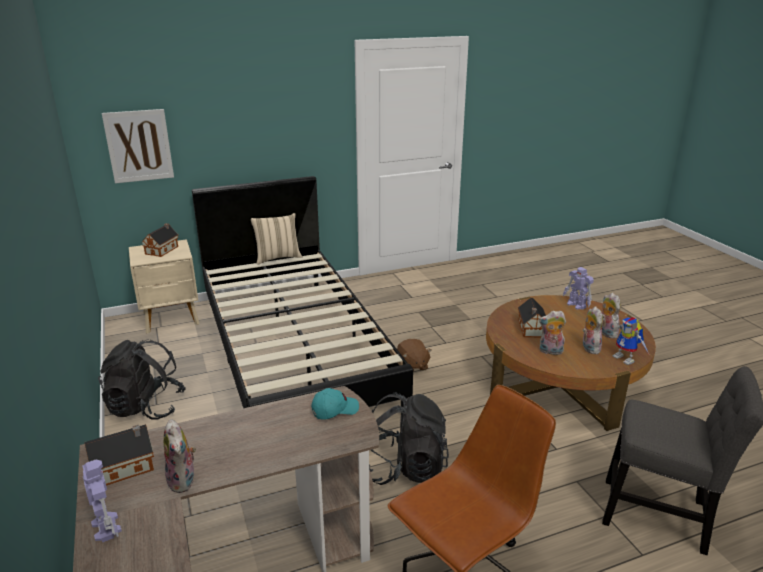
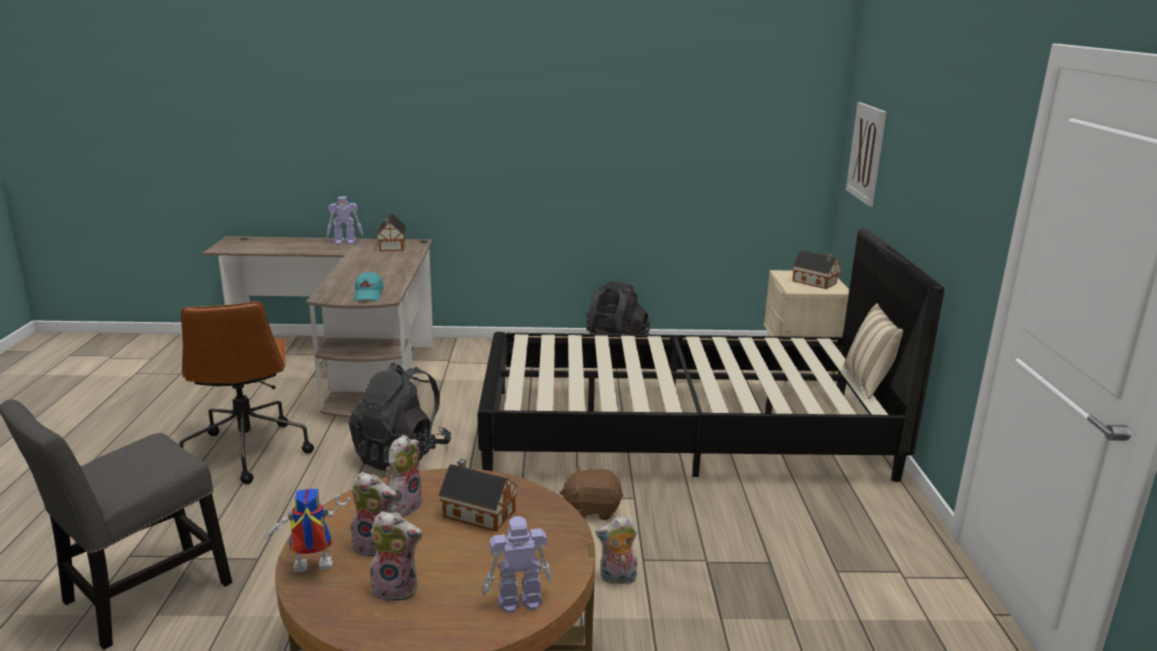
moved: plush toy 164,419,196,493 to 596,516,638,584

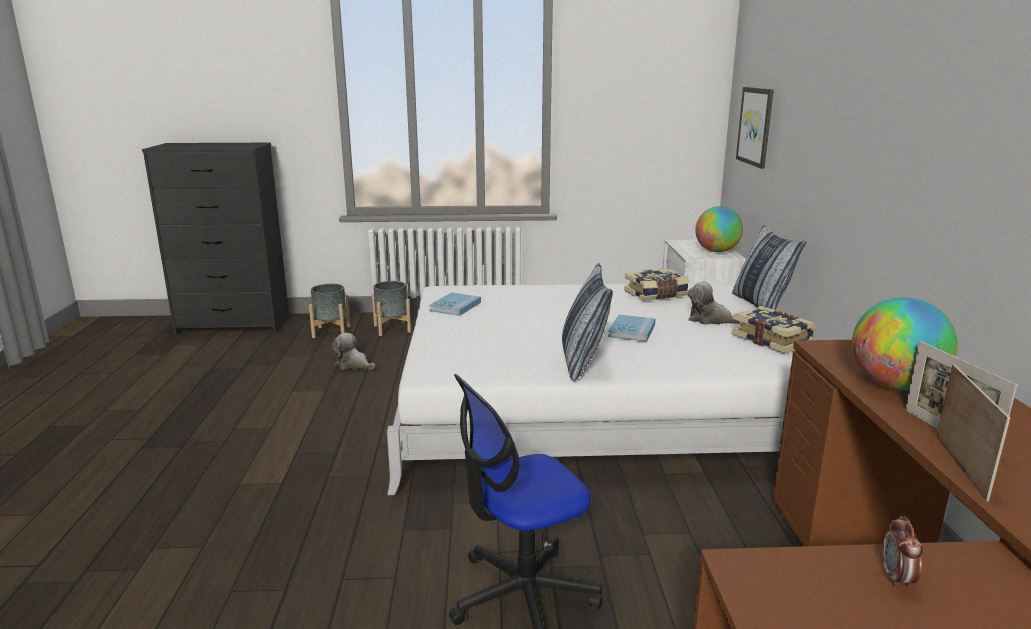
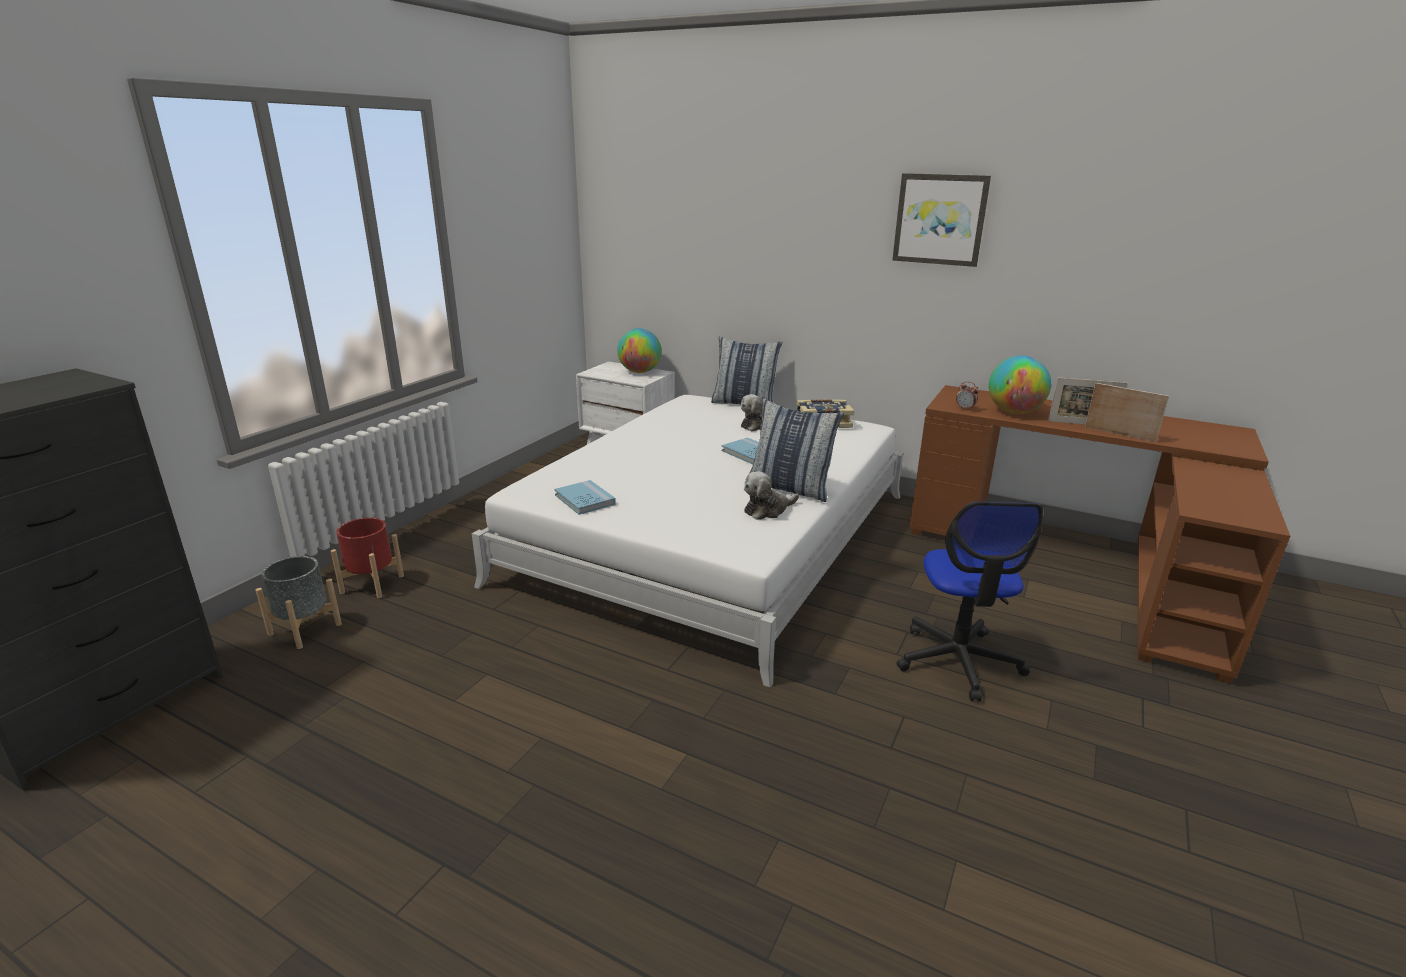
removed: book 624,268,690,301
moved: plush toy 332,333,375,370 to 744,471,799,520; picture 736,87,774,169 to 893,173,991,267; alarm clock 882,516,923,589 to 956,381,979,411
recoloured: grey planter 372,281,411,336 to red planter 331,517,404,598

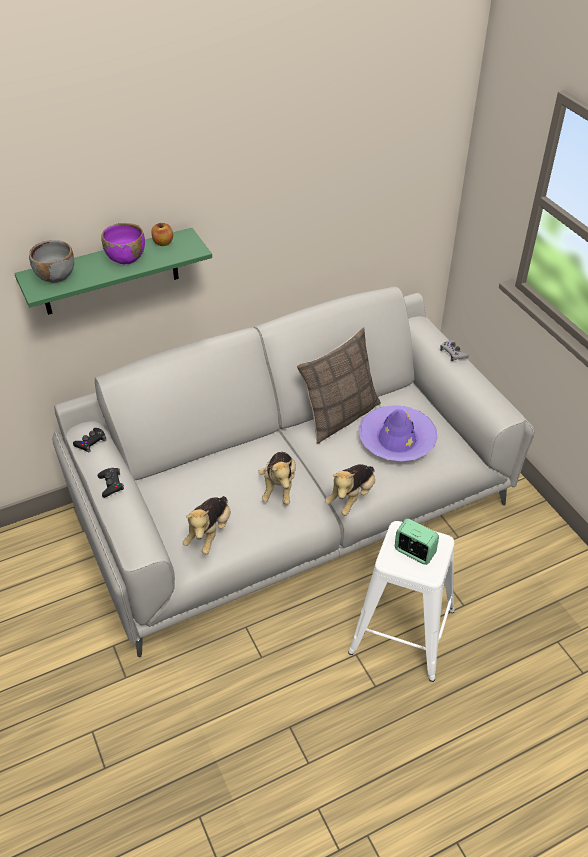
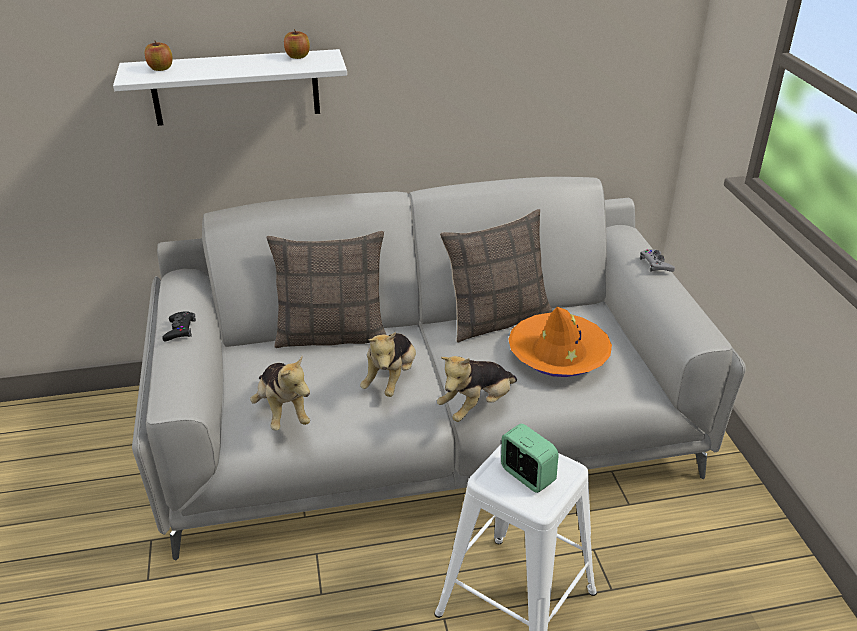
removed: black game controller 73,428,106,452; purple bowl 101,223,145,264
added: pillow 266,231,387,348
replaced: grey bowl 29,240,74,283 to apple 145,40,173,71
recoloured: green shelf 14,228,212,315 to white shelf 113,49,347,126; purple hat 359,405,438,461 to orange hat 508,307,612,377
turned: plush toy 183,496,231,555 = 250,356,310,431 60 degrees counterclockwise

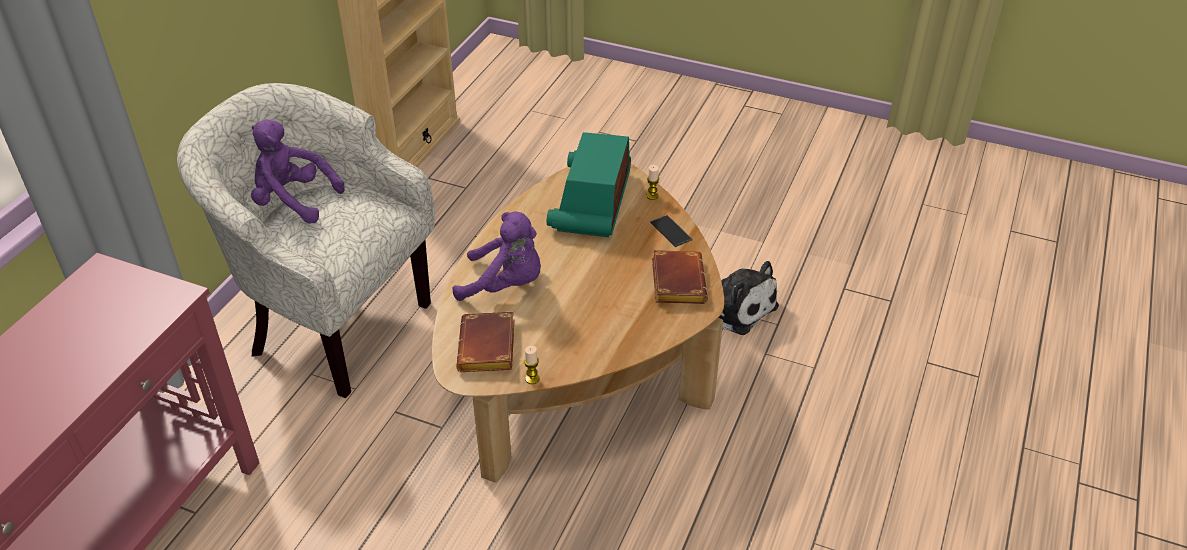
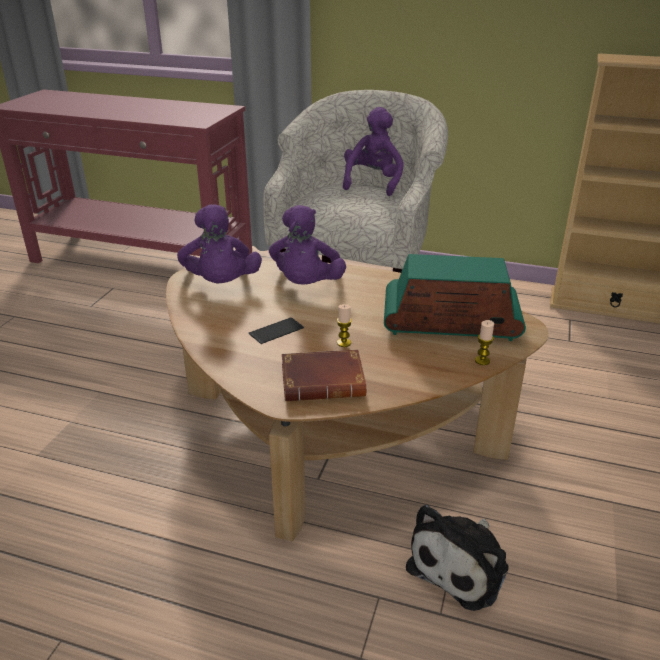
moved: phone 650,215,693,247 to 249,317,304,344; candle 524,346,539,384 to 337,304,352,347
replaced: brown book 456,312,514,372 to purple plush toy 177,204,262,283

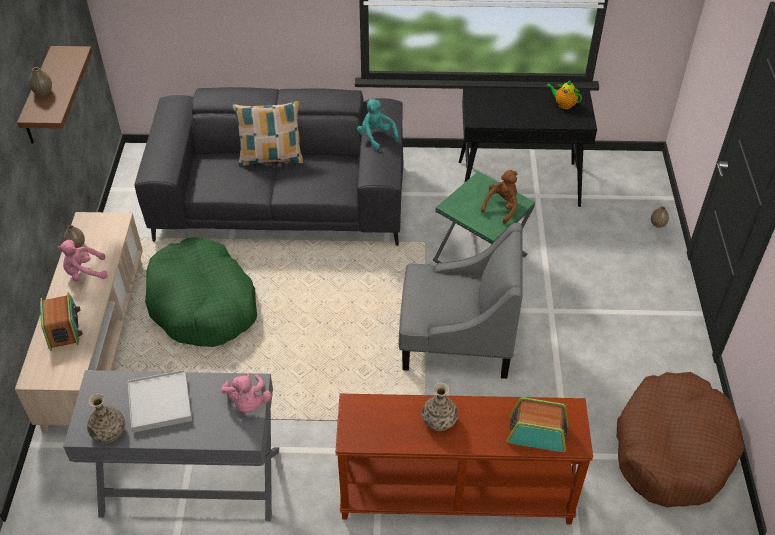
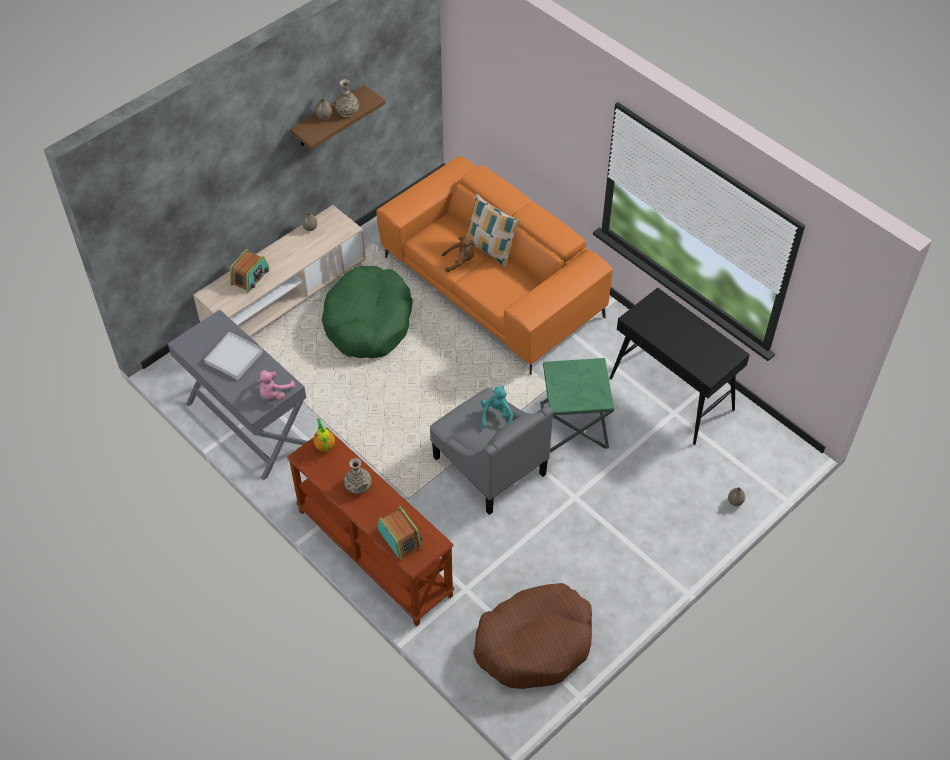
removed: pink plush toy 57,240,108,282
moved: teapot 546,80,582,109 to 313,418,335,452; vase 87,394,125,443 to 335,79,359,117; brown plush toy 481,170,518,224 to 442,236,474,272; turquoise plush toy 357,99,399,150 to 481,385,513,428
recoloured: grey sofa 134,87,404,246 to orange sofa 376,156,613,375

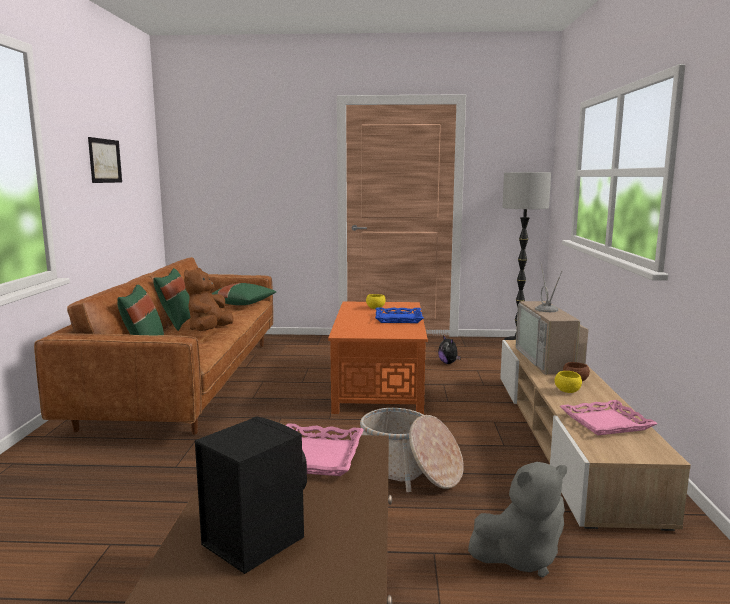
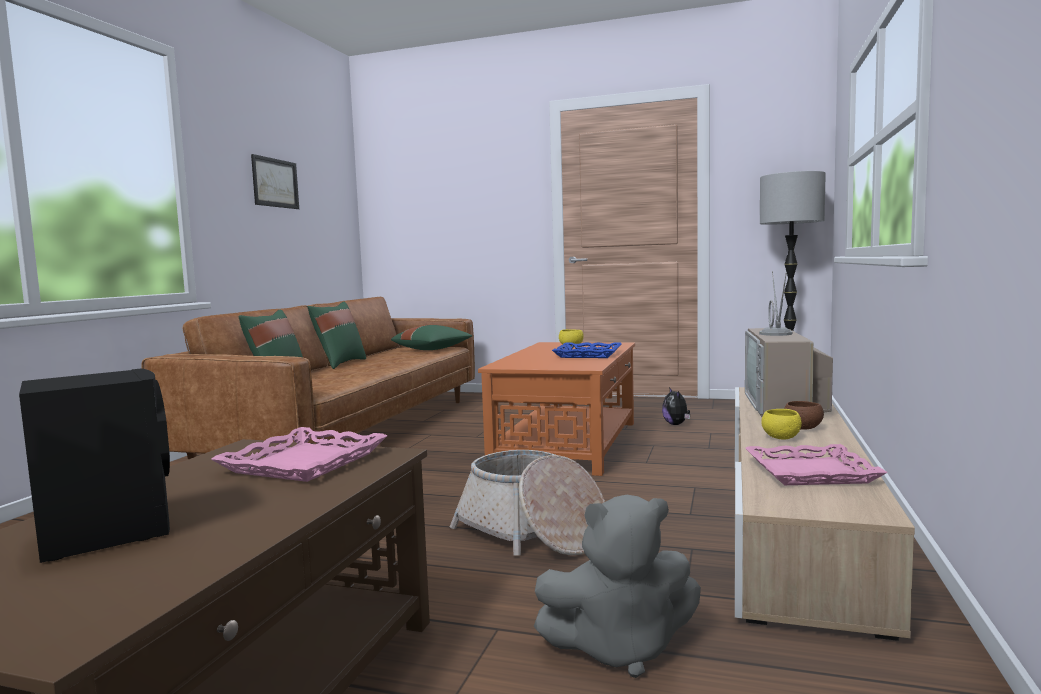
removed: brown plush toy 184,268,234,331

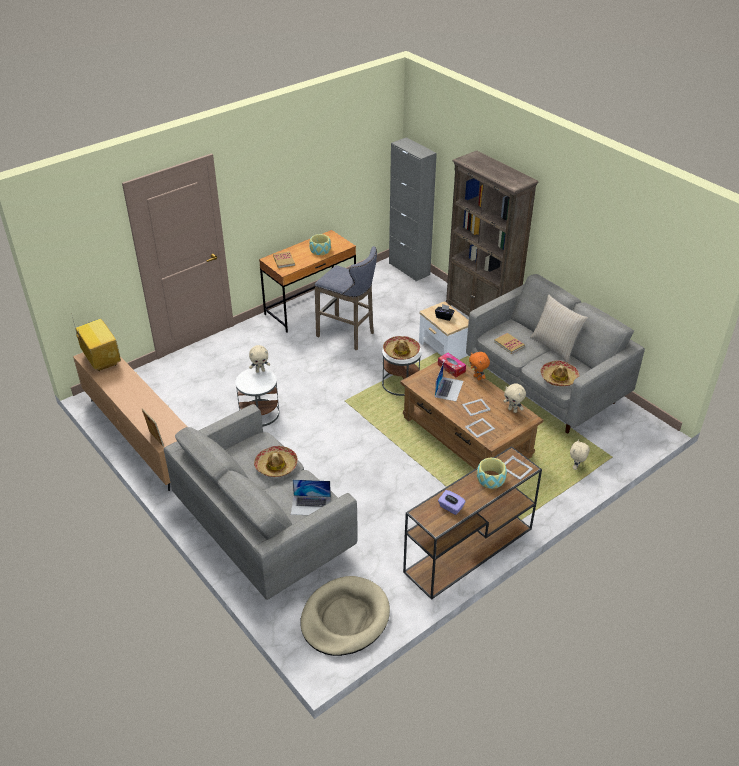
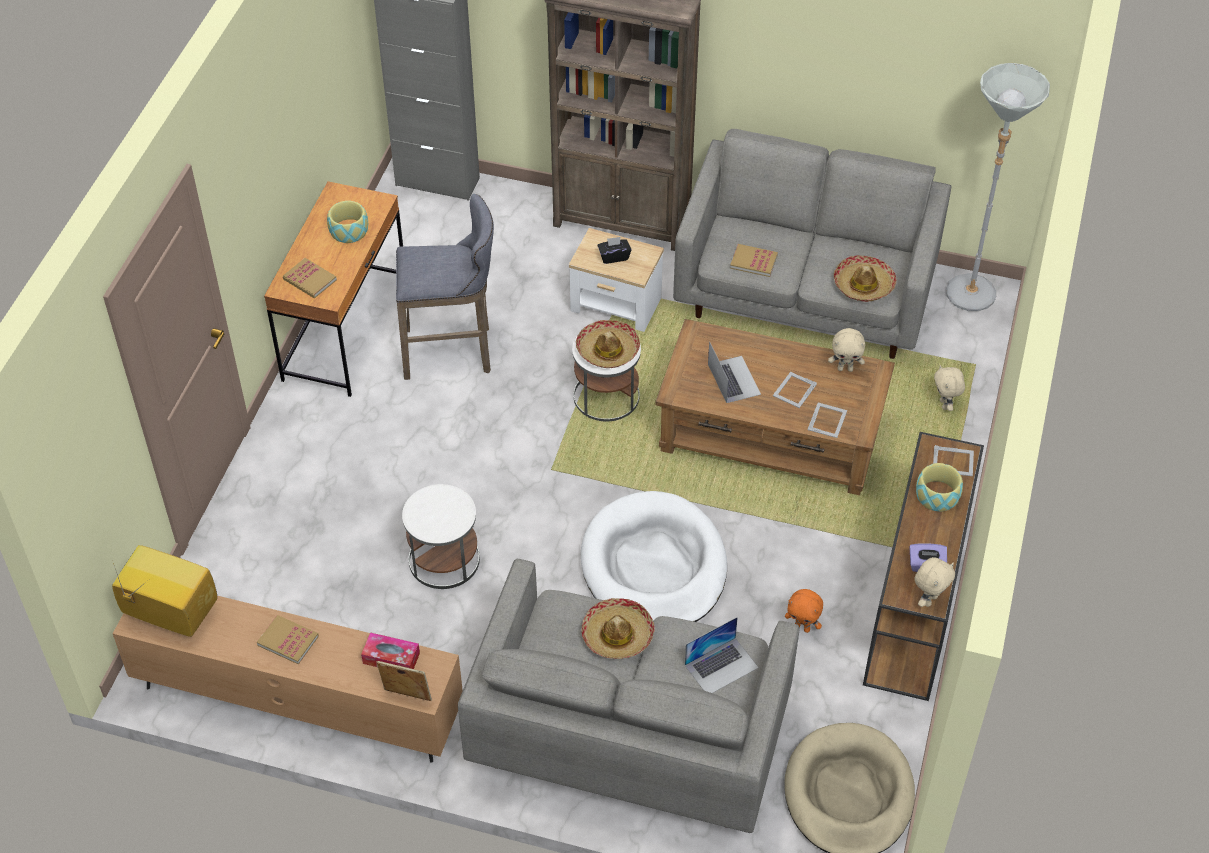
removed: beige pillow 530,294,588,363
added: book 257,615,319,665; white dog bed 581,491,727,622; grey floor lamp 946,63,1050,311
moved: tissue box 438,353,466,377 to 361,632,420,669; orange plush toy 469,352,490,380 to 785,589,823,633; beige plush toy 249,345,270,373 to 915,557,955,607

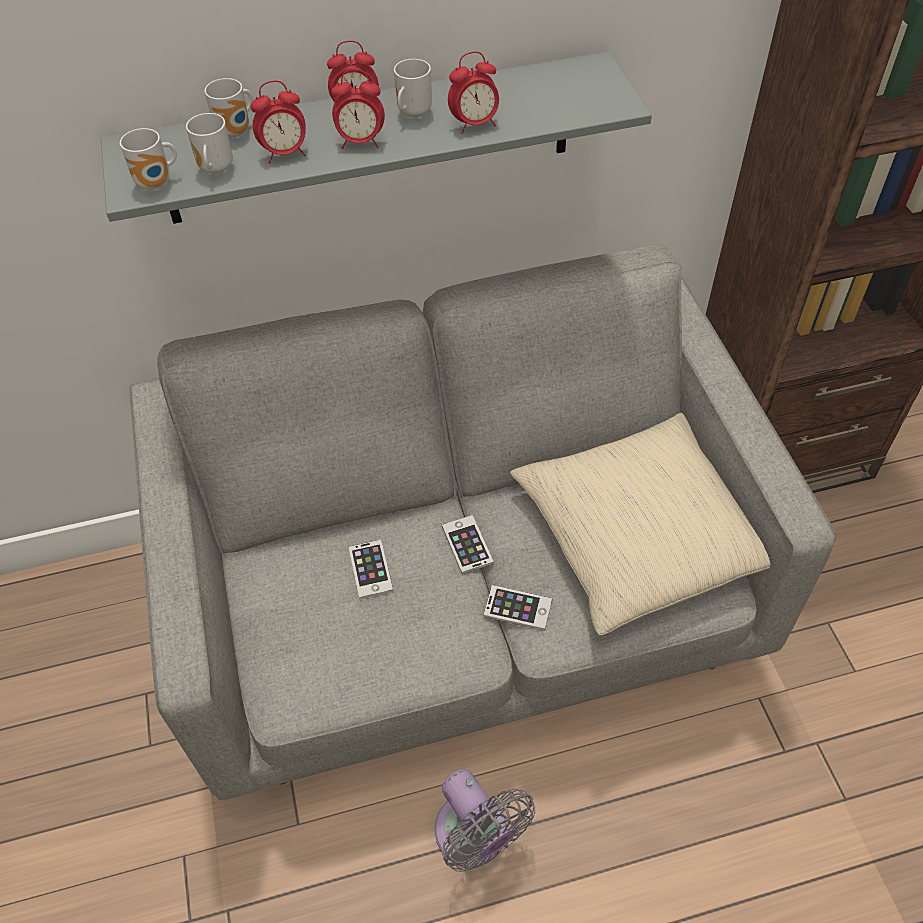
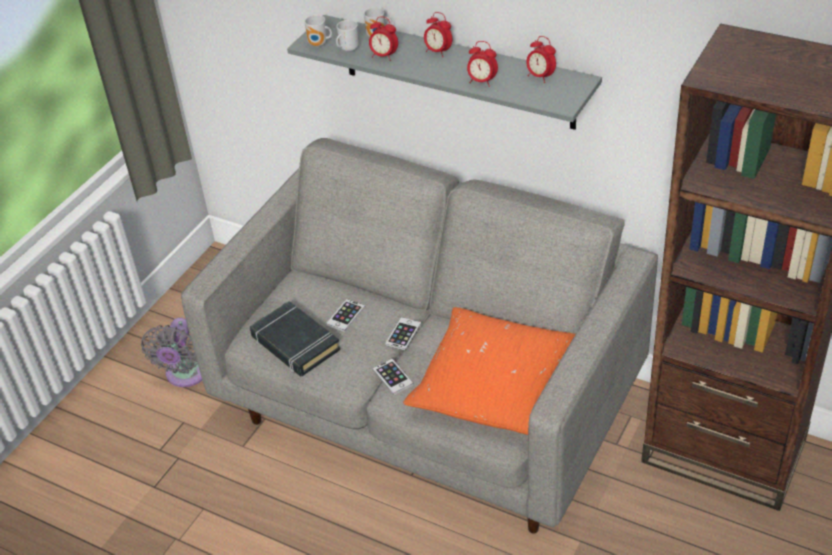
removed: mug 394,59,432,118
added: black book 250,301,341,376
moved: grey fan 435,769,535,872 to 141,318,202,387; alarm clock 331,69,385,149 to 526,36,556,83
recoloured: beige pillow 510,413,771,635 to orange pillow 403,307,575,435

